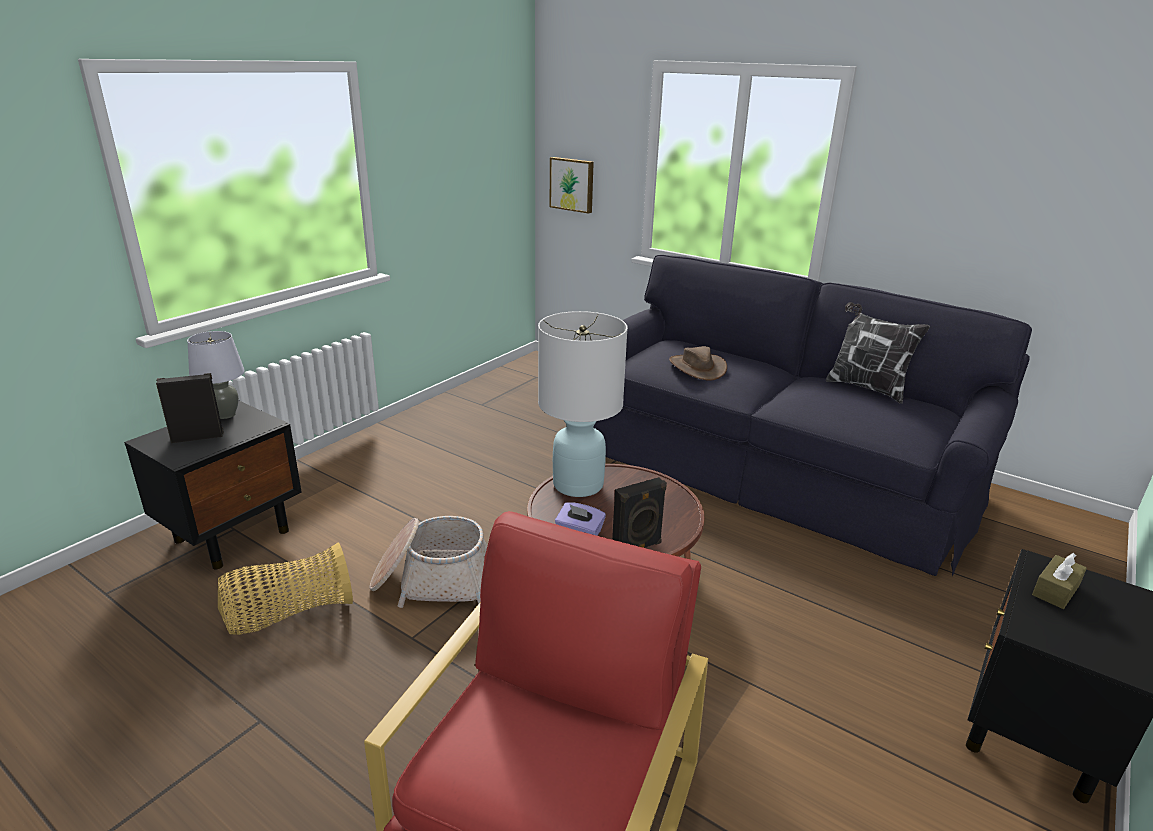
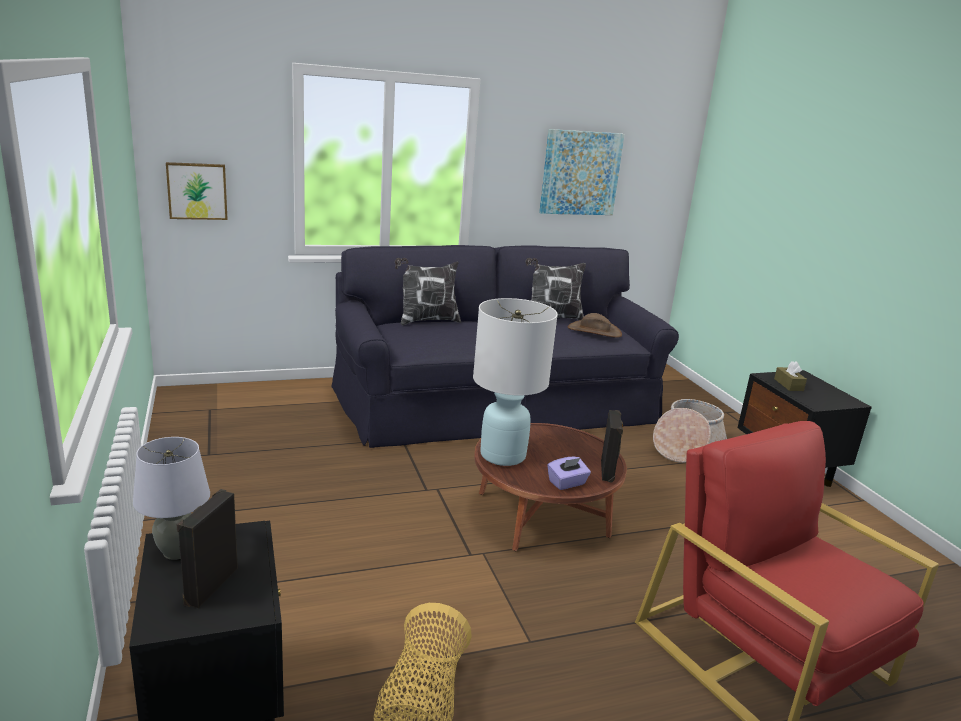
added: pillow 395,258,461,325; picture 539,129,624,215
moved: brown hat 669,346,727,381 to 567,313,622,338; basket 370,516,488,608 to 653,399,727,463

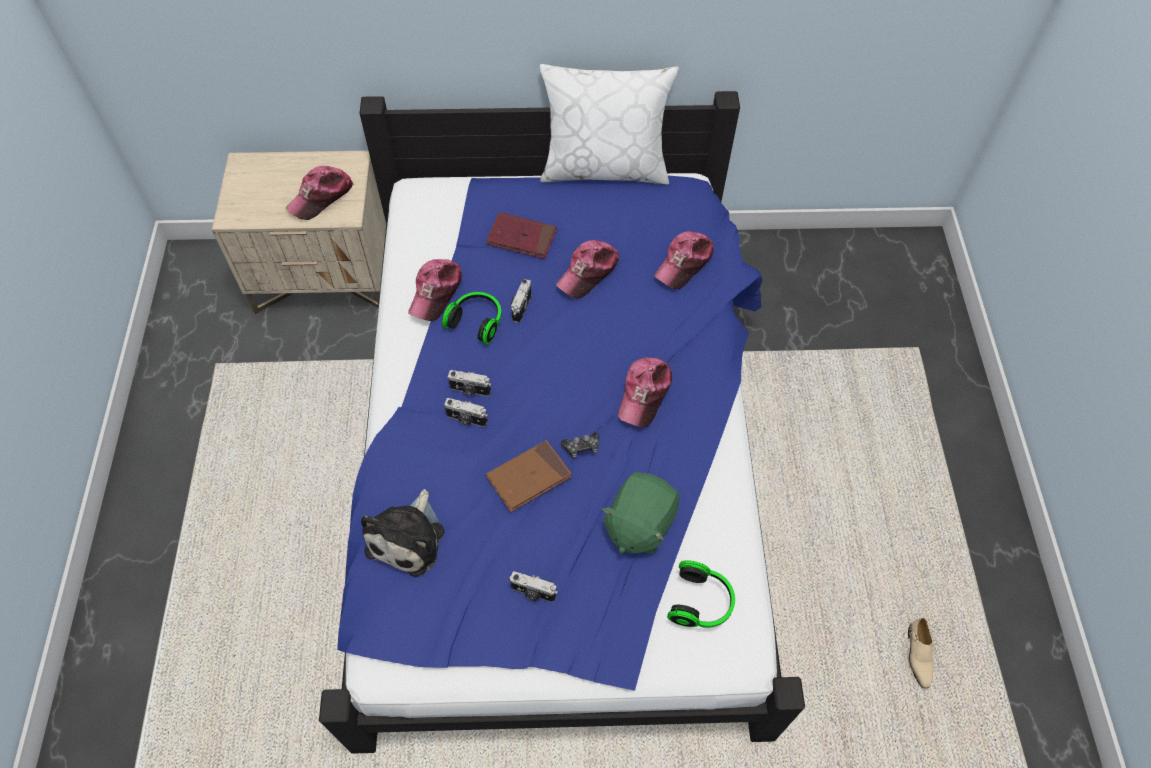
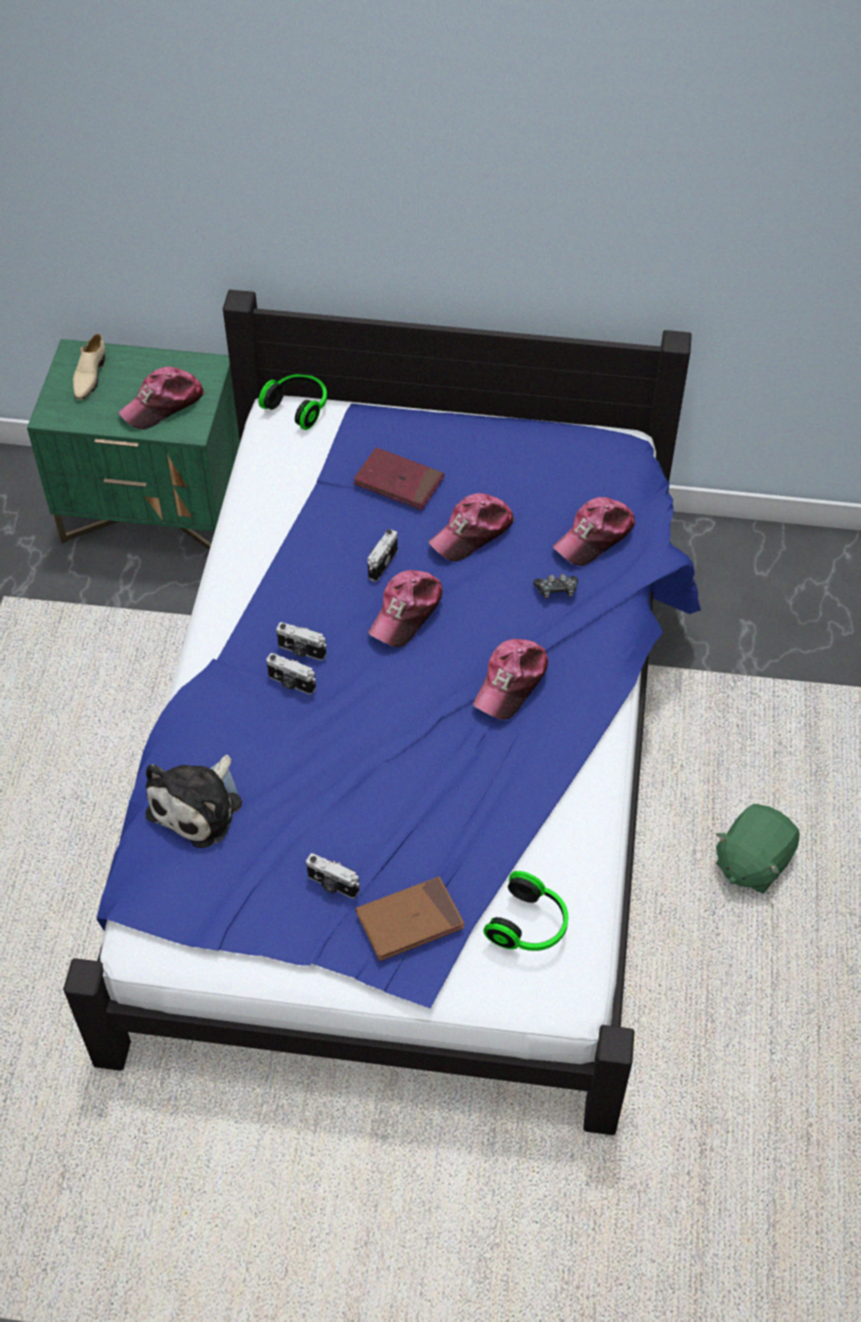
removed: white pillow 540,64,679,185
moved: beige shoe 908,618,934,688 to 73,334,105,400; headphones 442,292,501,345 to 258,374,327,430; brown book 486,440,572,512 to 356,876,464,961; cap 408,259,462,321 to 369,570,443,647; game controller 561,433,599,458 to 533,574,578,599; green plush toy 602,472,679,555 to 716,804,800,893
recoloured: beige nightstand 212,151,386,315 to green nightstand 27,339,240,550

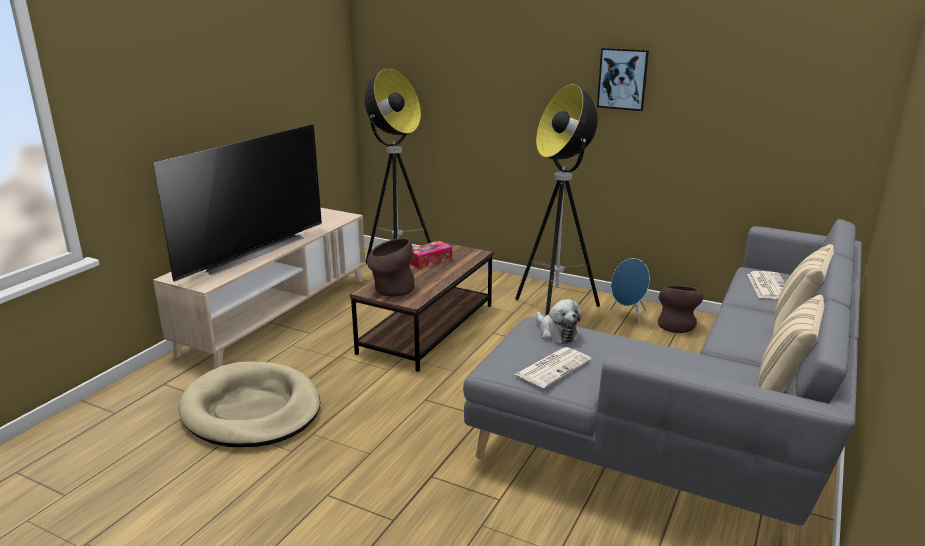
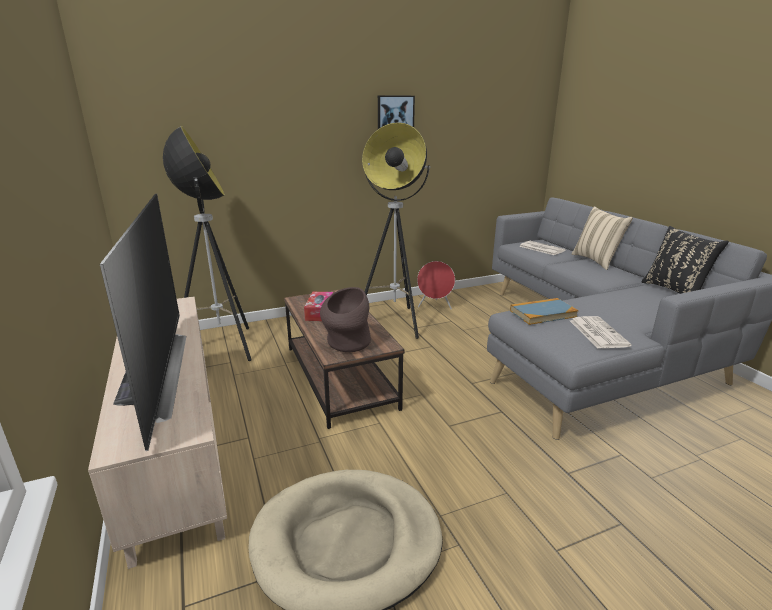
removed: brown vase 658,285,703,333
replaced: plush toy 536,299,582,344 to book 510,298,578,325
recoloured: blue speaker 610,258,650,326 to red speaker 417,261,455,309; beige pillow 759,295,825,393 to black pillow 641,226,729,294

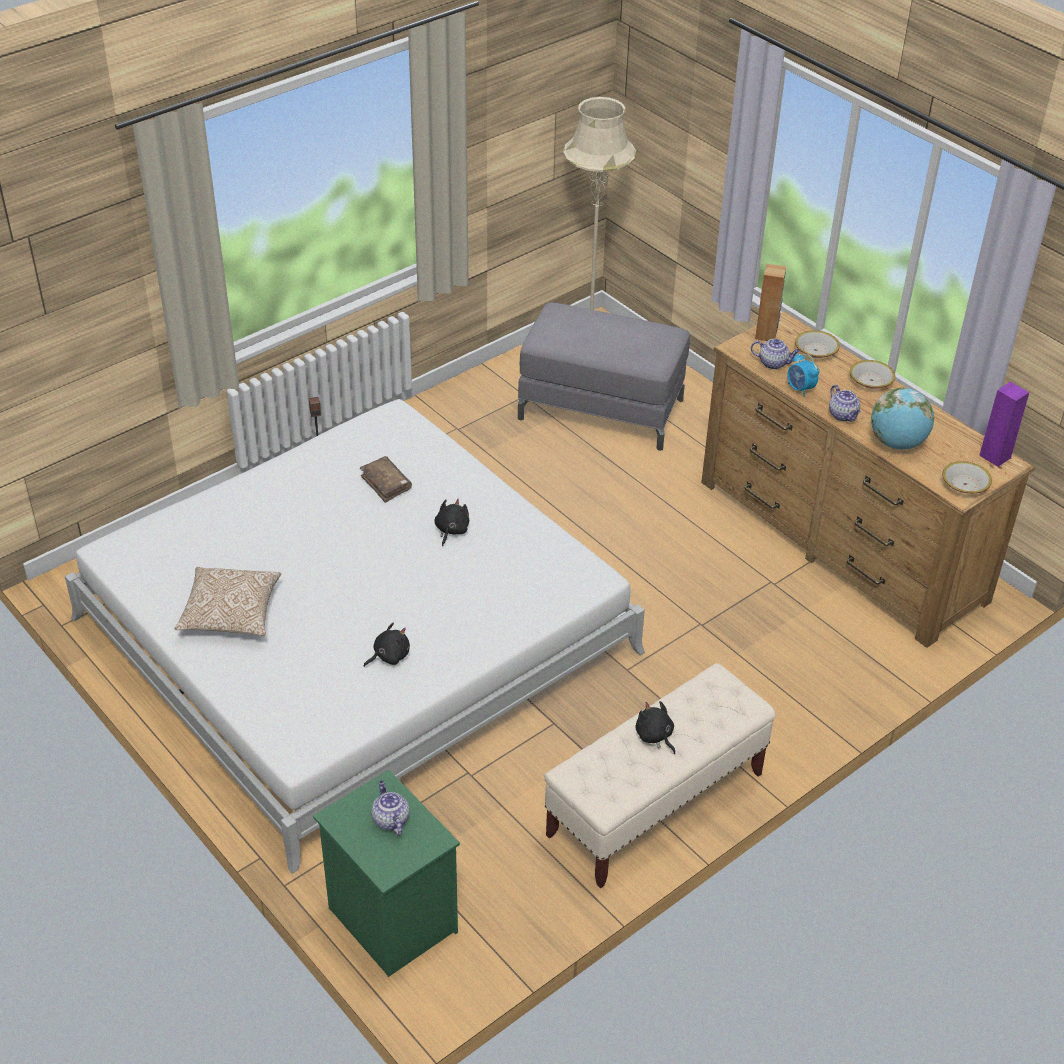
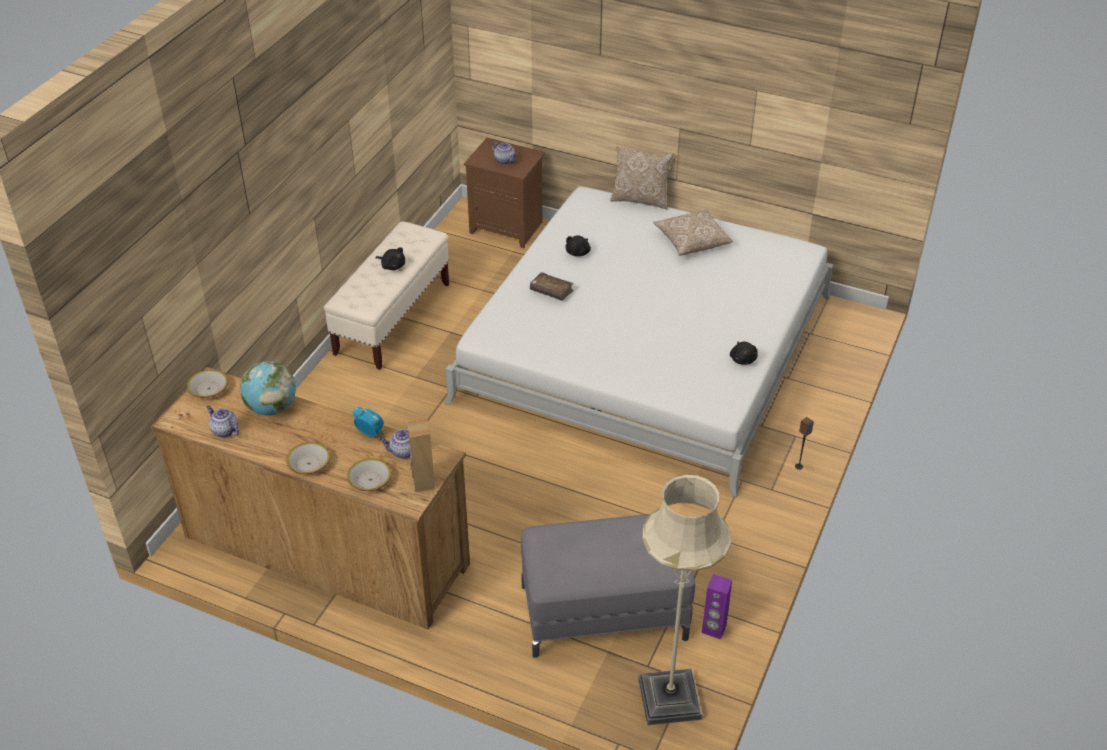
added: pillow 610,146,674,210
moved: teapot 829,385,861,422 to 207,406,239,438; brown book 360,456,412,503 to 530,272,574,301; purple speaker 979,382,1029,467 to 702,574,732,639; black plush toy 434,499,469,546 to 730,342,758,365
recoloured: green nightstand 313,770,460,977 to brown nightstand 464,138,545,248

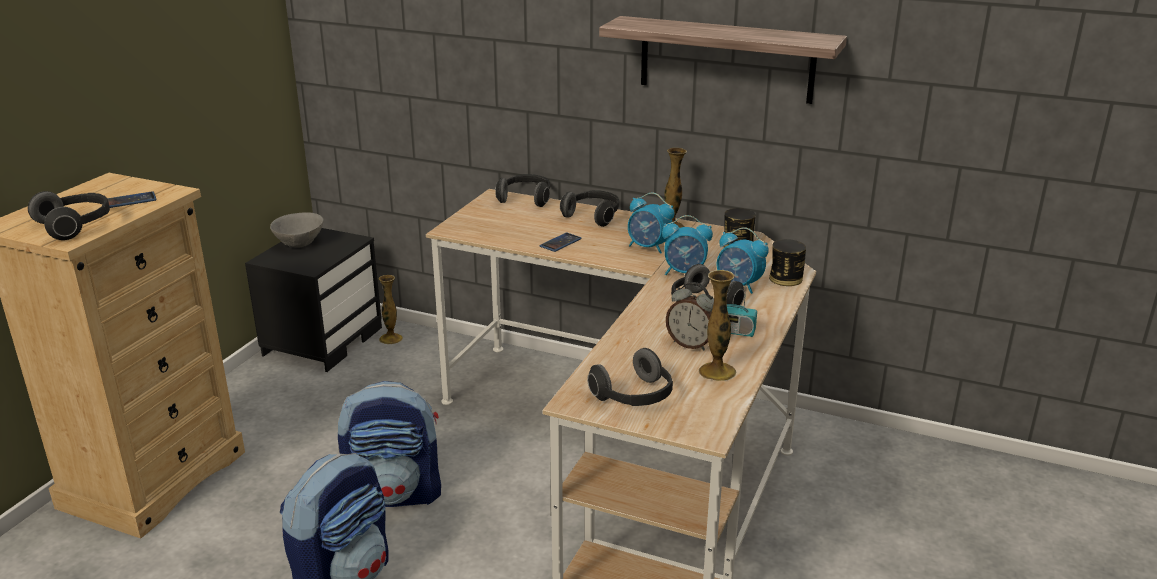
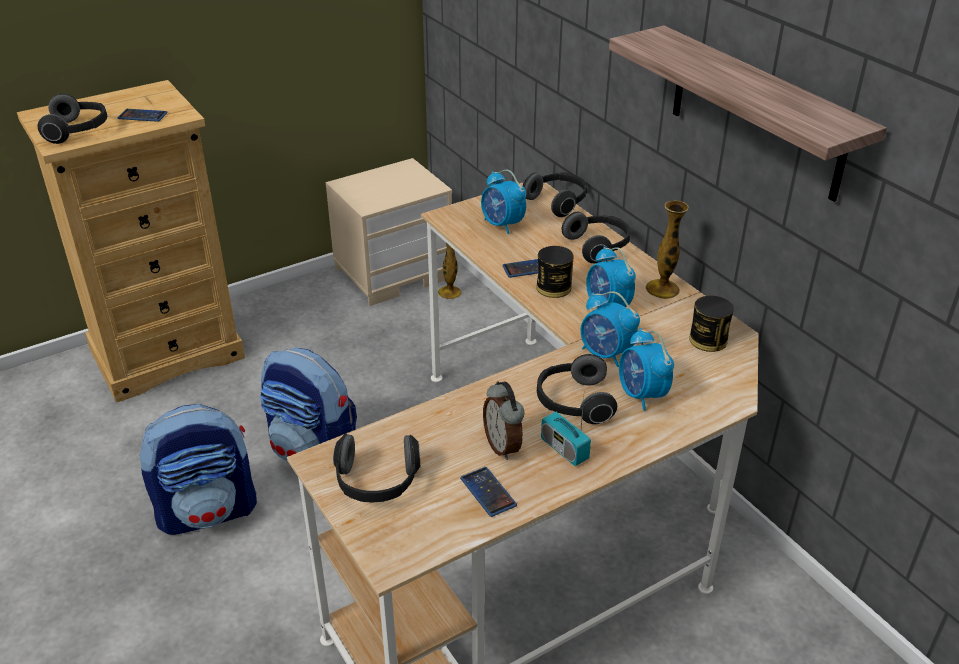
removed: grey bowl 270,212,324,247
added: alarm clock 481,170,526,234
moved: can 769,239,806,286 to 536,246,574,298
replaced: vase 699,270,736,381 to phone 460,467,517,517
recoloured: black nightstand 245,228,382,372 to beige nightstand 326,158,452,306

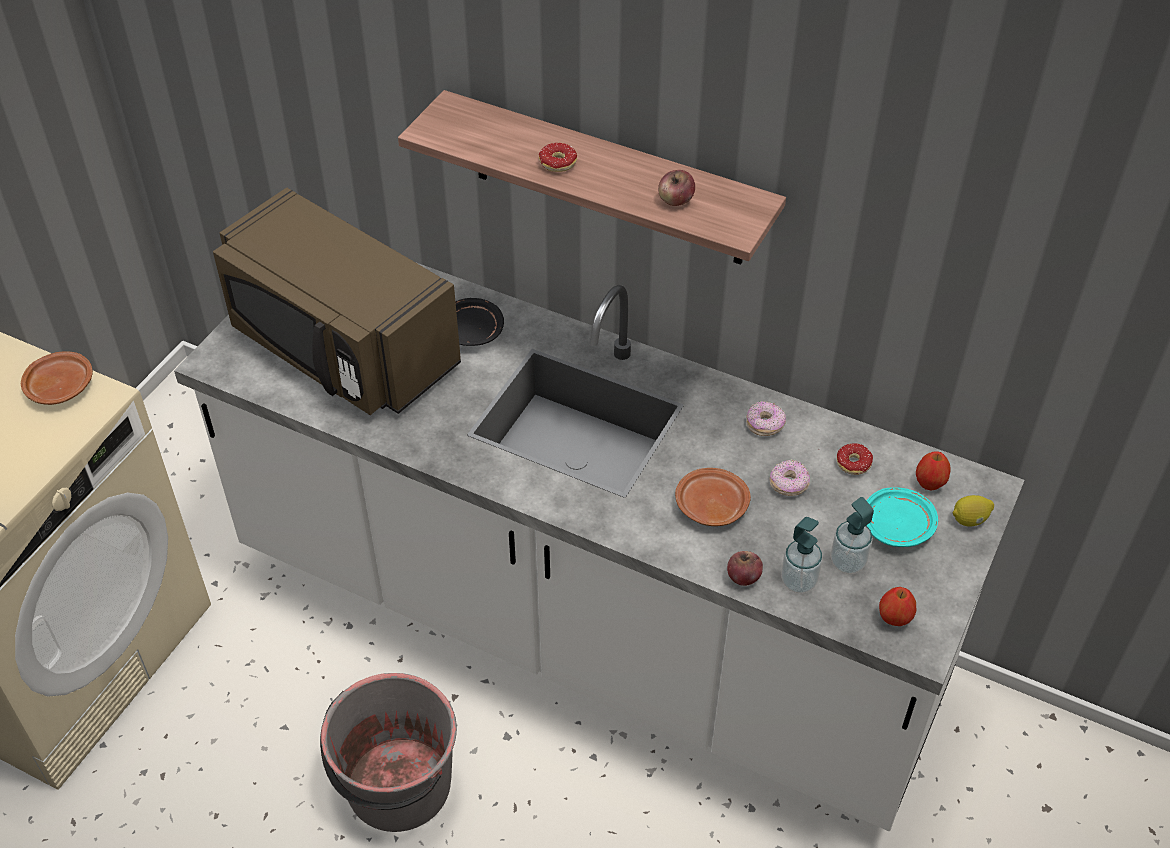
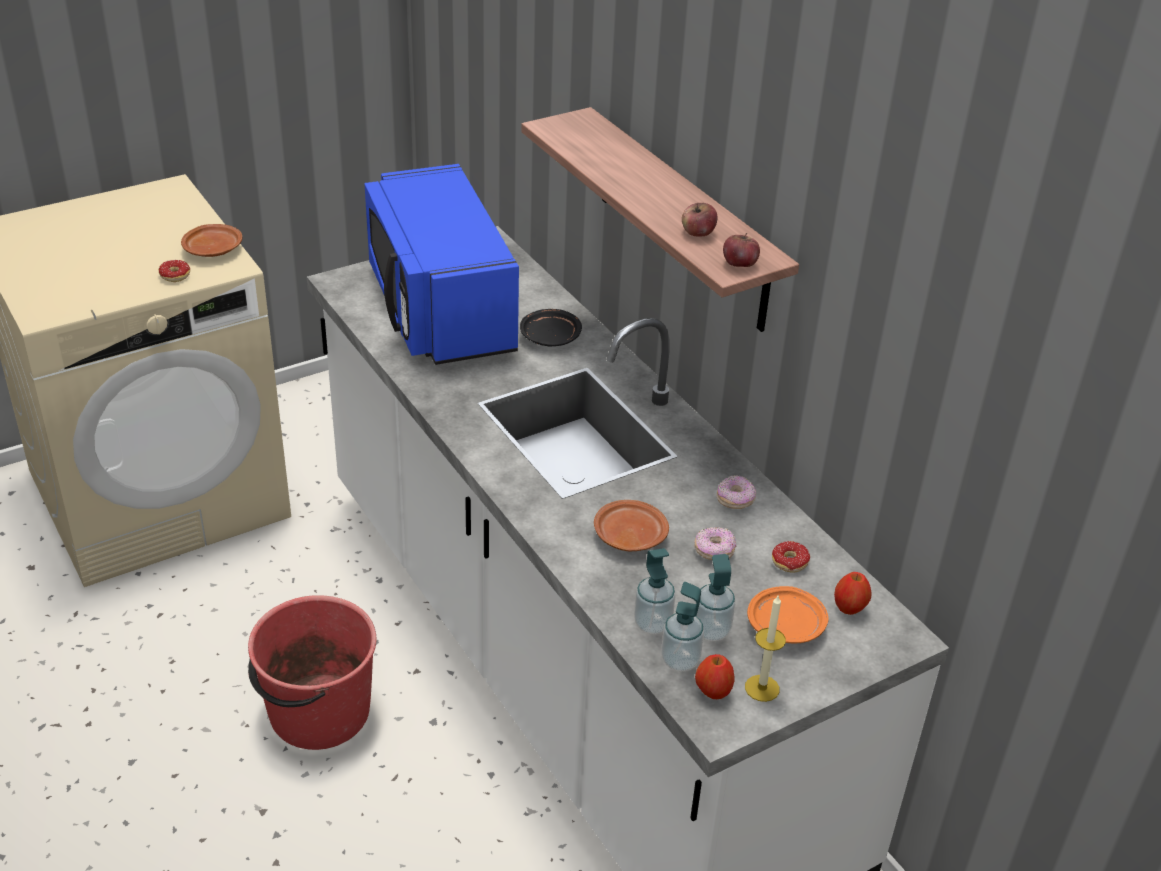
removed: lemon 953,495,994,527
added: soap dispenser 661,582,704,672; candle 745,596,786,702
moved: donut 539,143,577,172 to 159,260,190,282; apple 727,551,763,586 to 723,233,760,267
recoloured: grey bucket 320,673,457,832 to red bucket 248,595,377,750; brown microwave 213,188,461,415 to blue microwave 365,164,519,365; turquoise plate 866,487,938,547 to orange plate 747,586,829,643

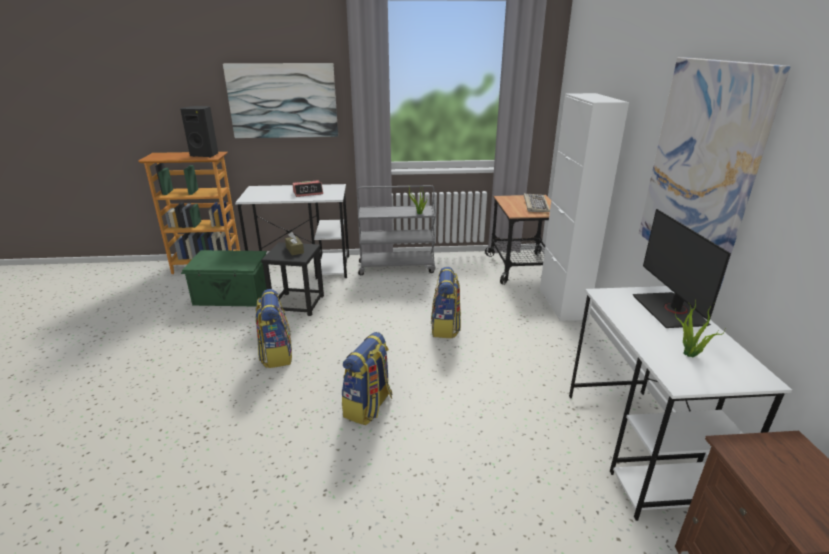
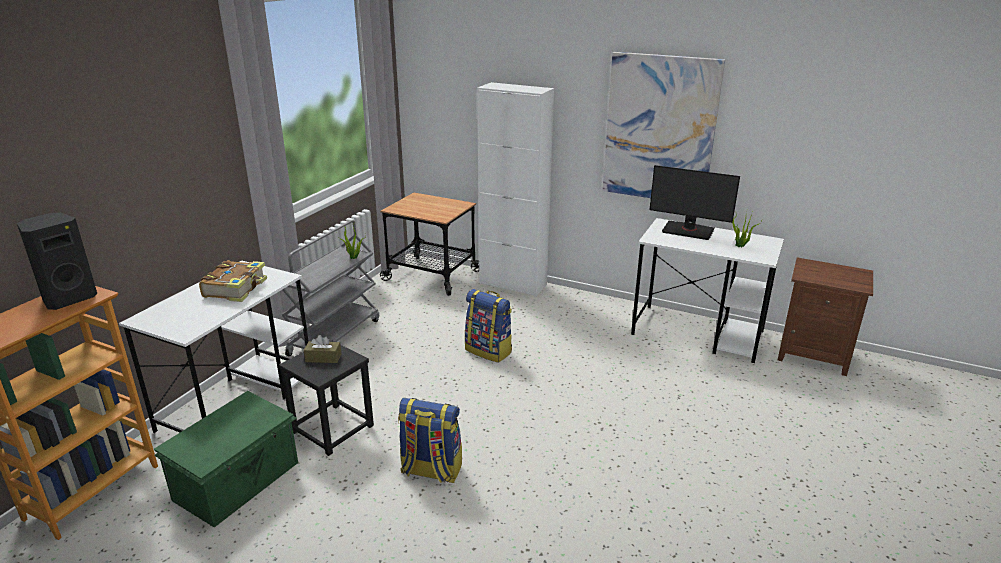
removed: picture 223,63,338,138; backpack 342,332,392,426; keyboard 524,193,550,212
replaced: alarm clock 292,180,323,197 to book 199,260,267,302

